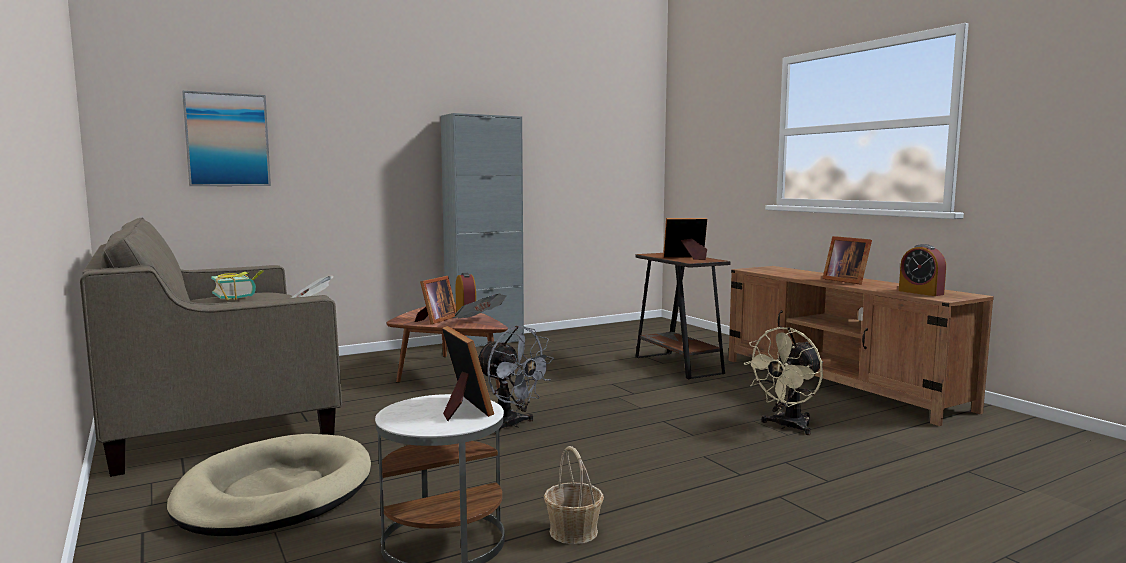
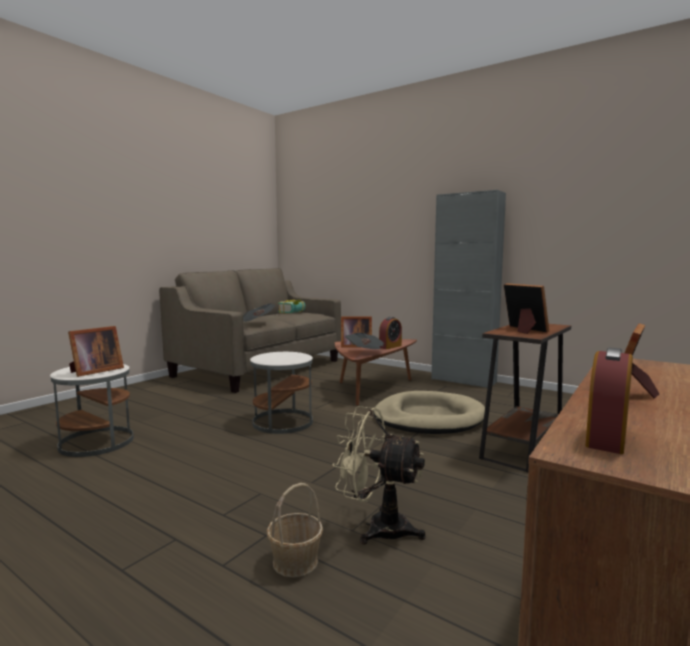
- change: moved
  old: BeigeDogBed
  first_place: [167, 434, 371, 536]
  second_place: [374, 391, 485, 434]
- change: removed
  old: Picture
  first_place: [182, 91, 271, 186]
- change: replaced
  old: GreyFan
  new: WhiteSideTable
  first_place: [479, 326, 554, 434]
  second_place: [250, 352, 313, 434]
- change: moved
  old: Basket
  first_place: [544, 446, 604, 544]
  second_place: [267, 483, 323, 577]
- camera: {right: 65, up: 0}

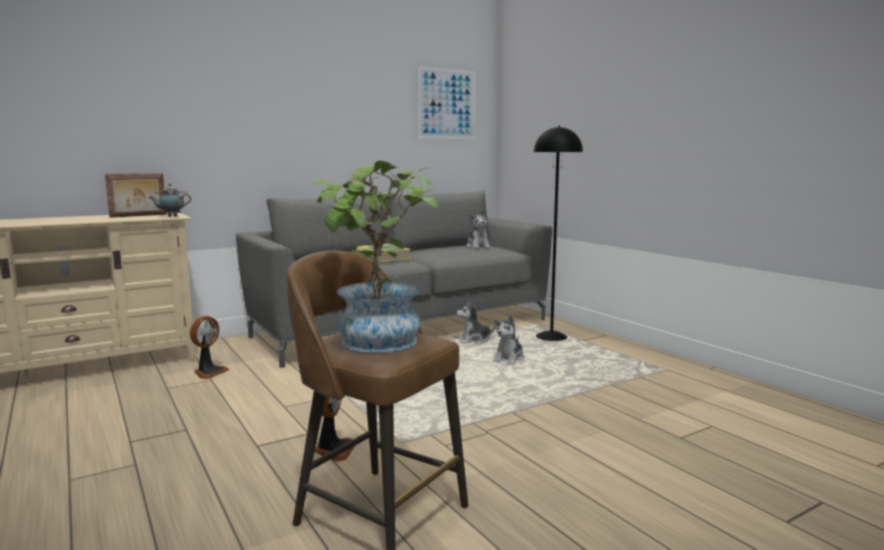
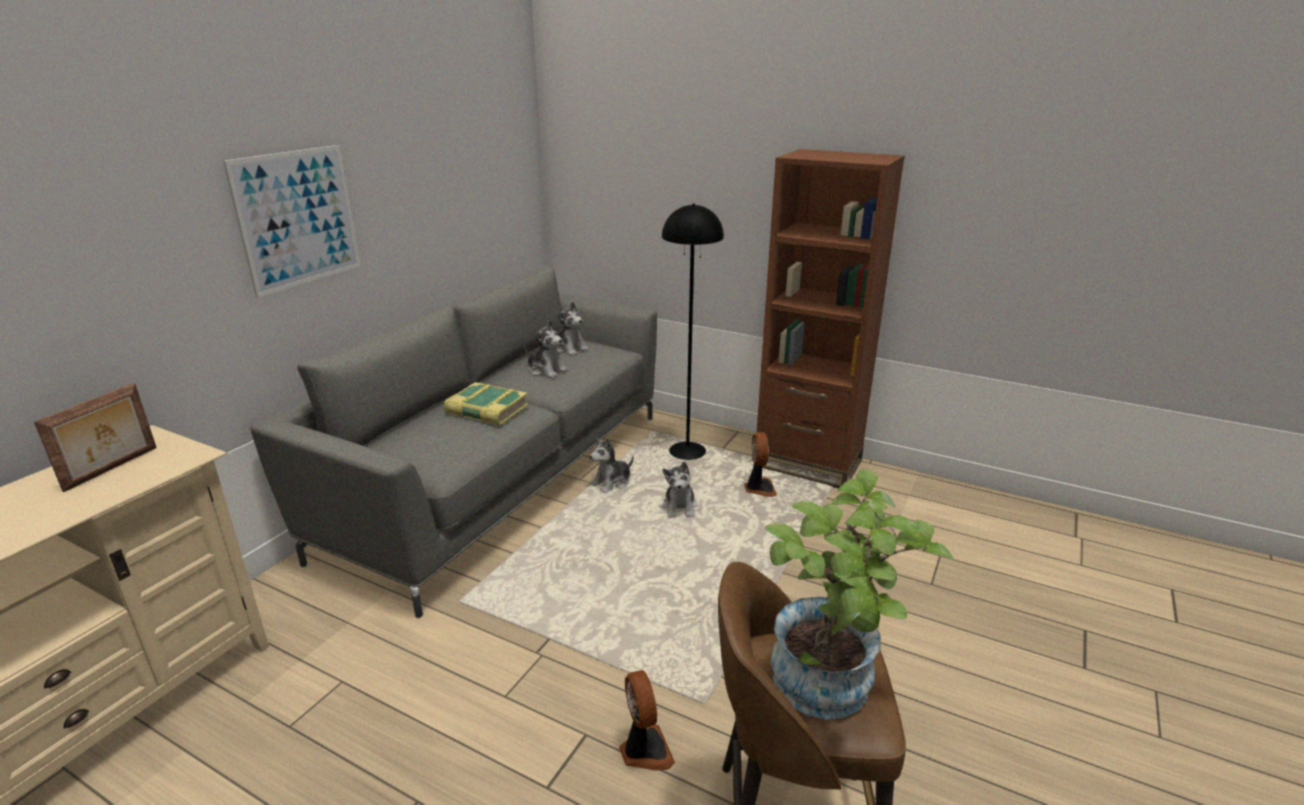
- change: removed
  old: Teapot
  first_place: [149, 184, 191, 217]
- change: moved
  old: Fan
  first_place: [190, 316, 229, 379]
  second_place: [744, 432, 777, 497]
- change: moved
  old: Picture
  first_place: [417, 66, 475, 139]
  second_place: [223, 145, 361, 298]
- change: added
  new: PlushToy
  second_place: [524, 320, 568, 378]
- change: added
  new: BrownBookcase
  second_place: [754, 149, 905, 489]
- camera: {right: -30, up: 15}

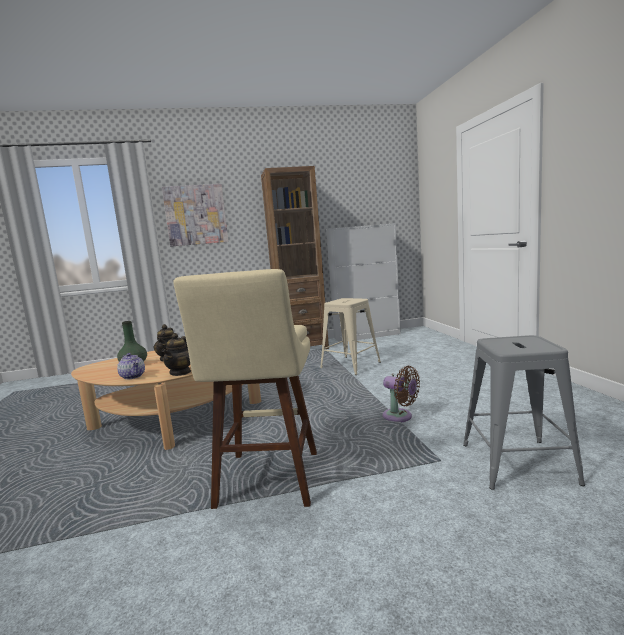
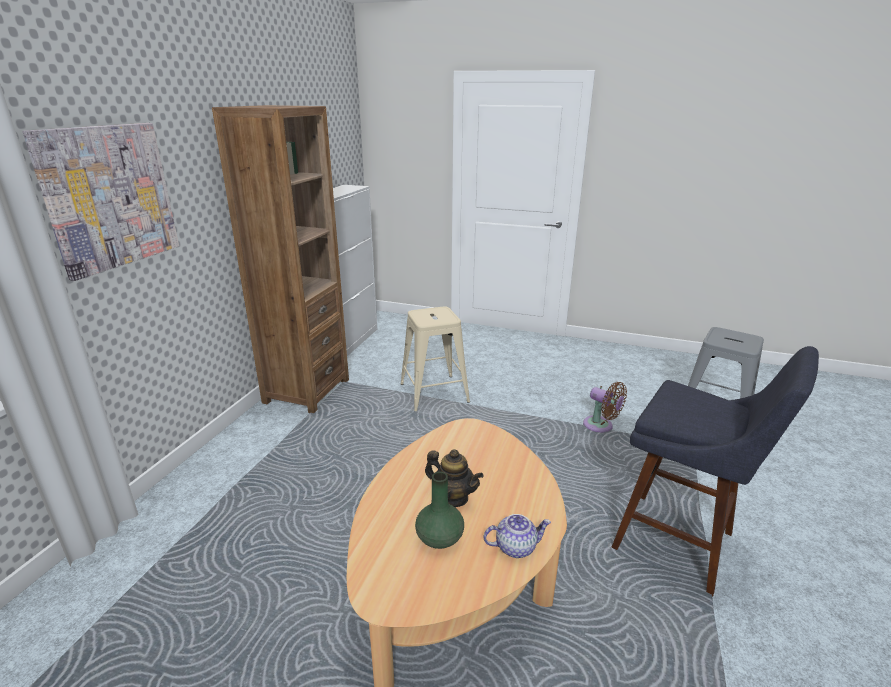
- change: removed
  old: Teapot
  first_place: [162, 333, 191, 376]
- change: recoloured
  old: BeigeStool
  new: BlueStool
  first_place: [173, 269, 317, 509]
  second_place: [611, 346, 819, 596]
- change: turned
  old: BrownFan
  first_place: [382, 366, 420, 422]
  second_place: [583, 382, 627, 432]
  degrees: 60
- camera: {right: -60, up: 15}

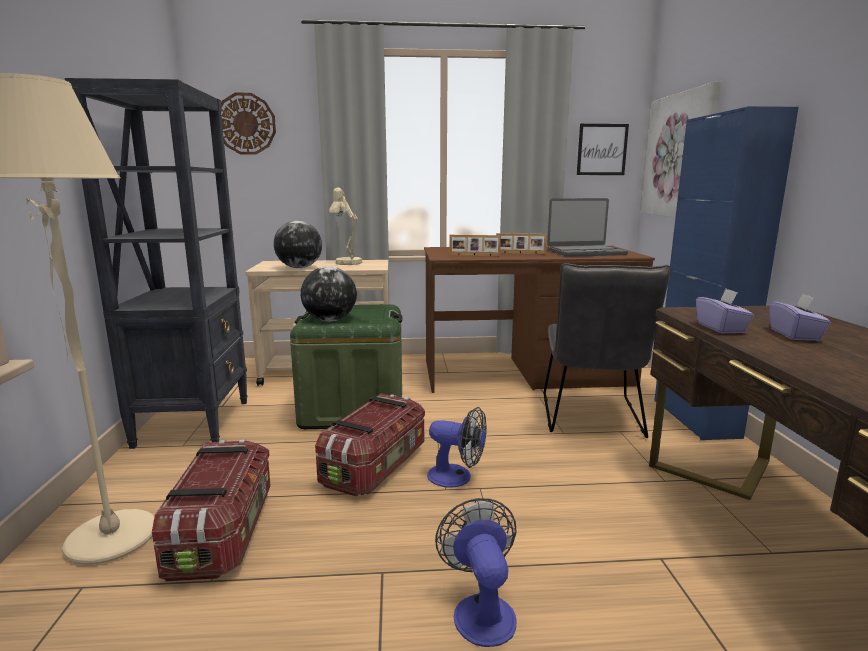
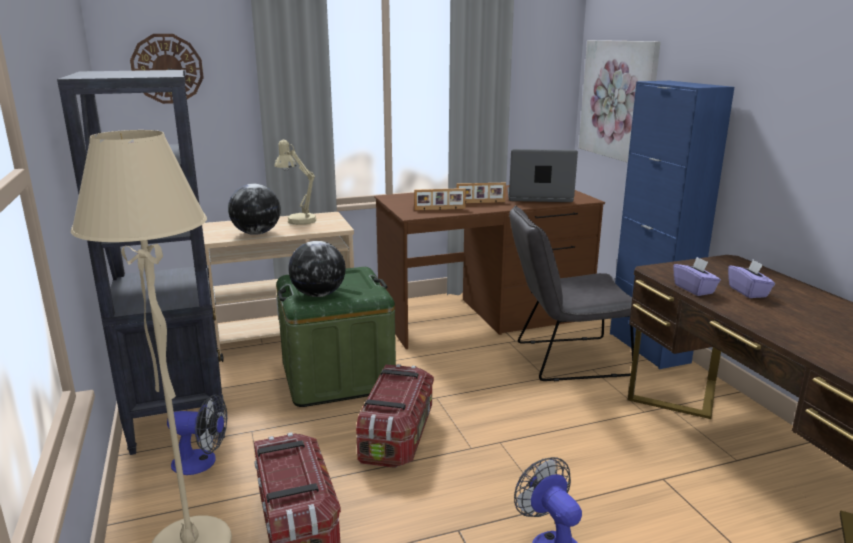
- change: moved
  old: Fan
  first_place: [427, 407, 487, 488]
  second_place: [167, 394, 227, 475]
- change: turned
  old: GreyChair
  first_place: [543, 263, 672, 438]
  second_place: [509, 205, 634, 381]
  degrees: 90
- change: turned
  old: Laptop
  first_place: [547, 198, 628, 257]
  second_place: [507, 149, 578, 202]
  degrees: -150
- change: removed
  old: Picture
  first_place: [577, 124, 629, 175]
- camera: {right: -15, up: 5}

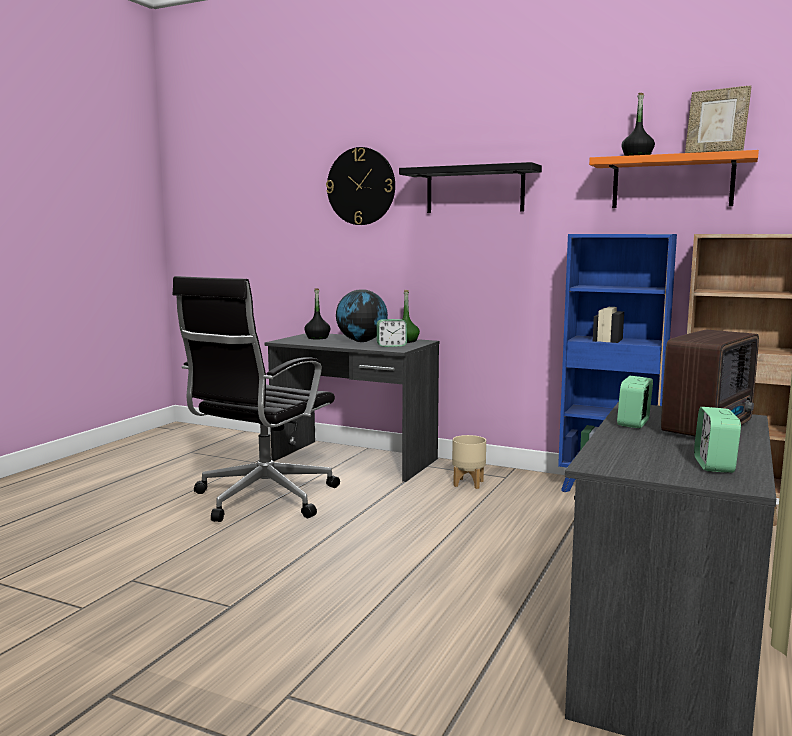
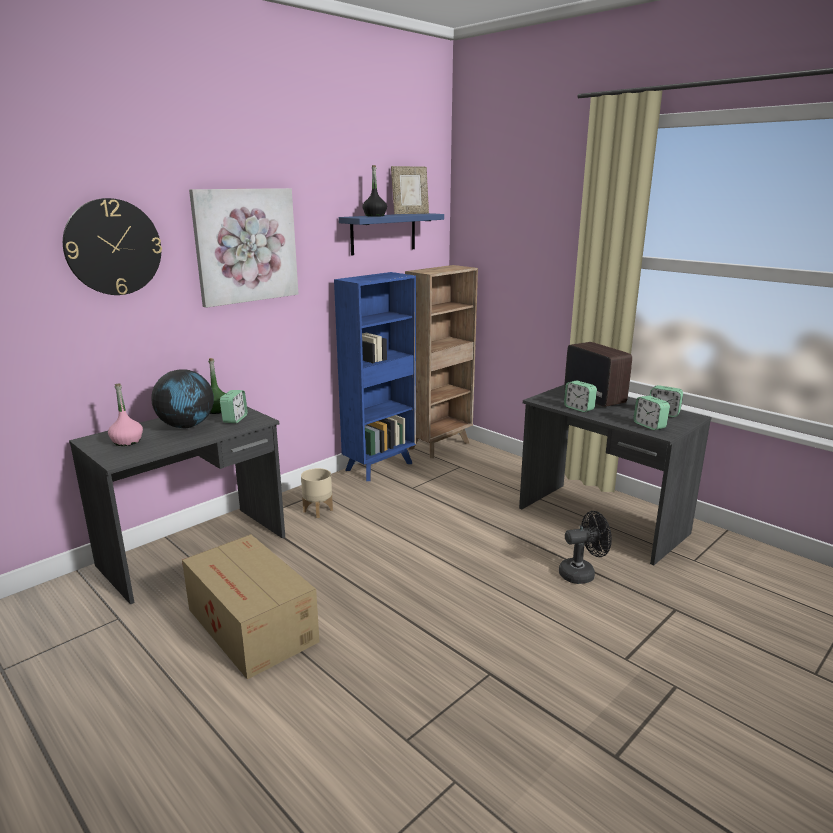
- change: replaced
  old: BlackOfficeChair
  new: CardboardBox
  first_place: [172, 276, 340, 522]
  second_place: [182, 534, 320, 680]
- change: recoloured
  old: BlackBottle
  new: PinkBottle
  first_place: [304, 288, 331, 339]
  second_place: [108, 383, 143, 446]
- change: replaced
  old: BlackShelf
  new: Picture
  first_place: [399, 162, 542, 213]
  second_place: [189, 188, 298, 308]
- change: recoloured
  old: OrangeShelf
  new: BlueShelf
  first_place: [589, 150, 759, 208]
  second_place: [339, 213, 444, 256]
- change: added
  new: BlackFan
  second_place: [559, 511, 612, 584]
- change: added
  new: AlarmClock
  second_place: [633, 396, 670, 430]
- camera: {right: -70, up: 10}

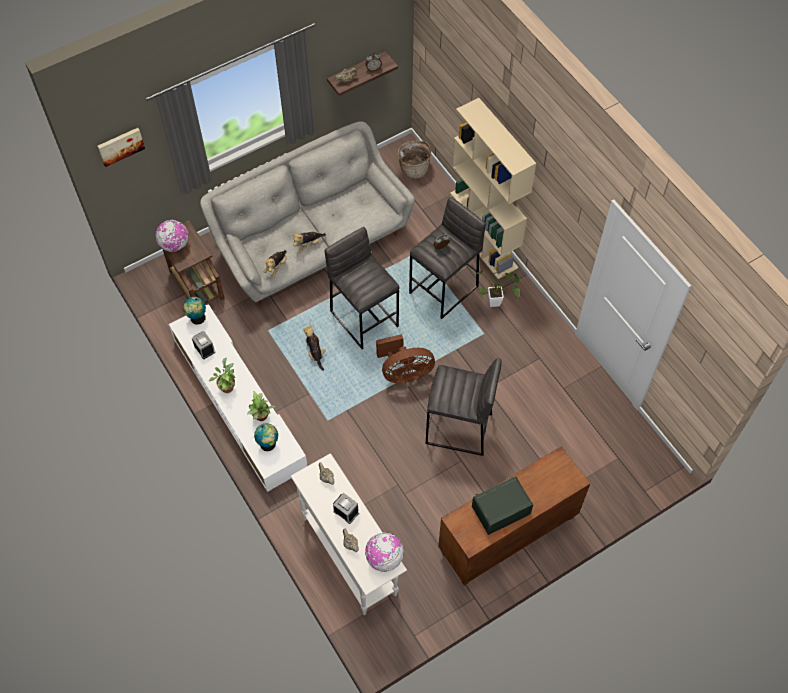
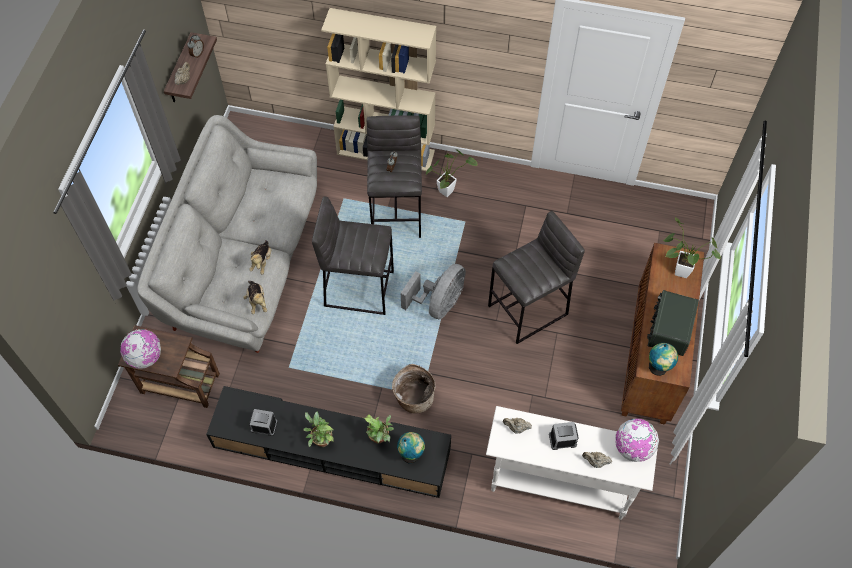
- change: removed
  old: Picture
  first_place: [98, 128, 145, 167]
- change: recoloured
  old: WhiteTvStand
  new: BlackTvStand
  first_place: [169, 304, 308, 492]
  second_place: [206, 386, 451, 498]
- change: moved
  old: Globe
  first_place: [183, 297, 206, 325]
  second_place: [649, 343, 678, 376]
- change: removed
  old: PlushToy
  first_place: [303, 324, 326, 371]
- change: recoloured
  old: BrownFan
  new: GreyFan
  first_place: [376, 334, 435, 383]
  second_place: [401, 264, 466, 319]
- change: moved
  old: Basket
  first_place: [398, 140, 431, 179]
  second_place: [392, 364, 436, 413]
- change: added
  new: PottedPlant
  second_place: [663, 217, 721, 278]
- camera: {right: -45, up: 0}

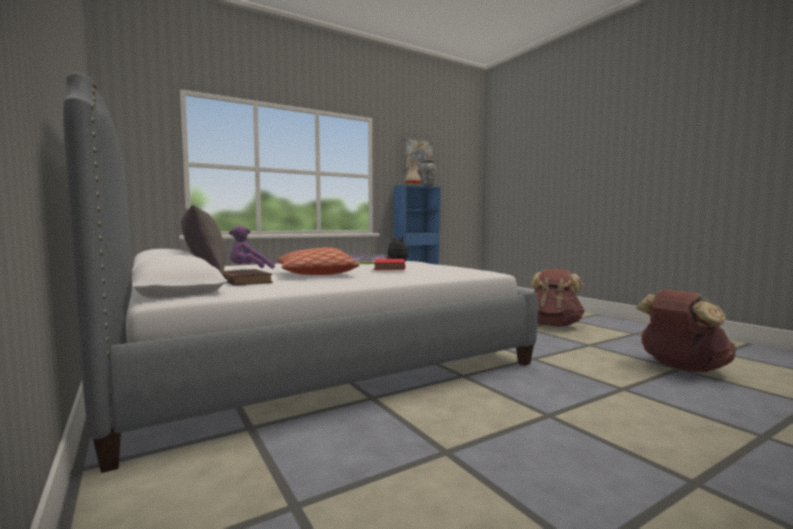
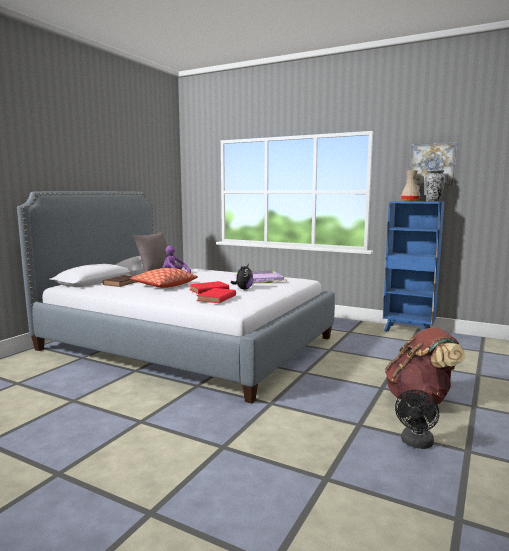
- change: removed
  old: BrownBackpack
  first_place: [636, 289, 736, 372]
- change: added
  new: RedBook
  second_place: [197, 288, 236, 303]
- change: added
  new: BlackFan
  second_place: [395, 390, 439, 449]
- camera: {right: 60, up: 5}

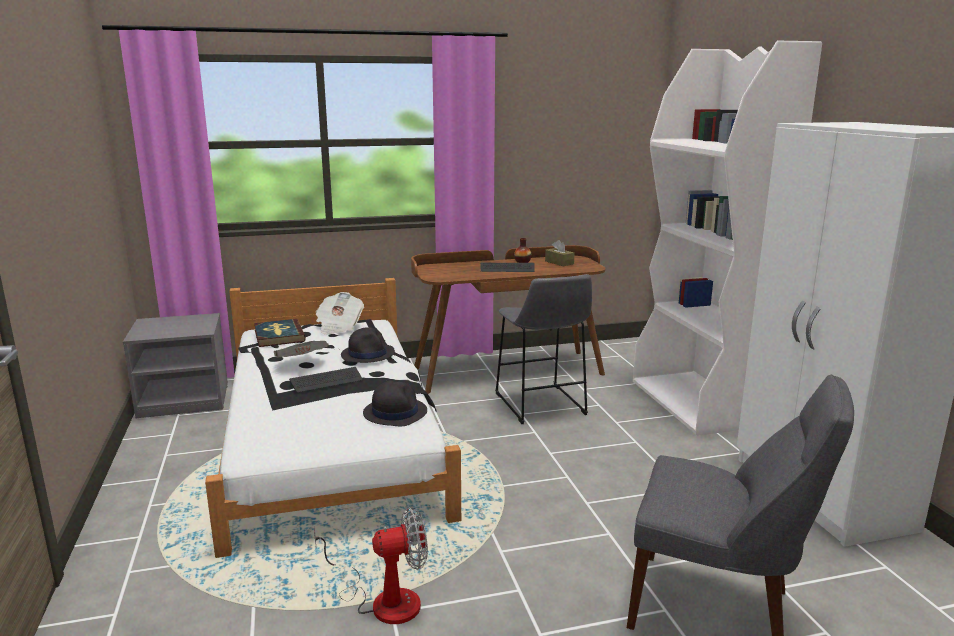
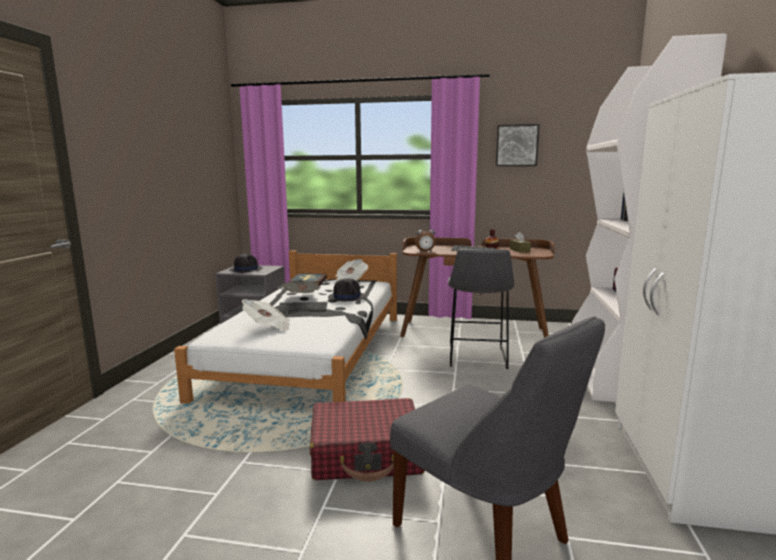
- change: removed
  old: Fan
  first_place: [314, 507, 428, 624]
- change: moved
  old: BlackHat
  first_place: [363, 381, 427, 426]
  second_place: [230, 254, 263, 273]
- change: added
  new: Newspaper
  second_place: [242, 299, 290, 331]
- change: added
  new: RedSuitcase
  second_place: [310, 398, 425, 482]
- change: added
  new: AlarmClock
  second_place: [415, 224, 436, 252]
- change: added
  new: Picture
  second_place: [496, 124, 540, 166]
- camera: {right: 25, up: -5}

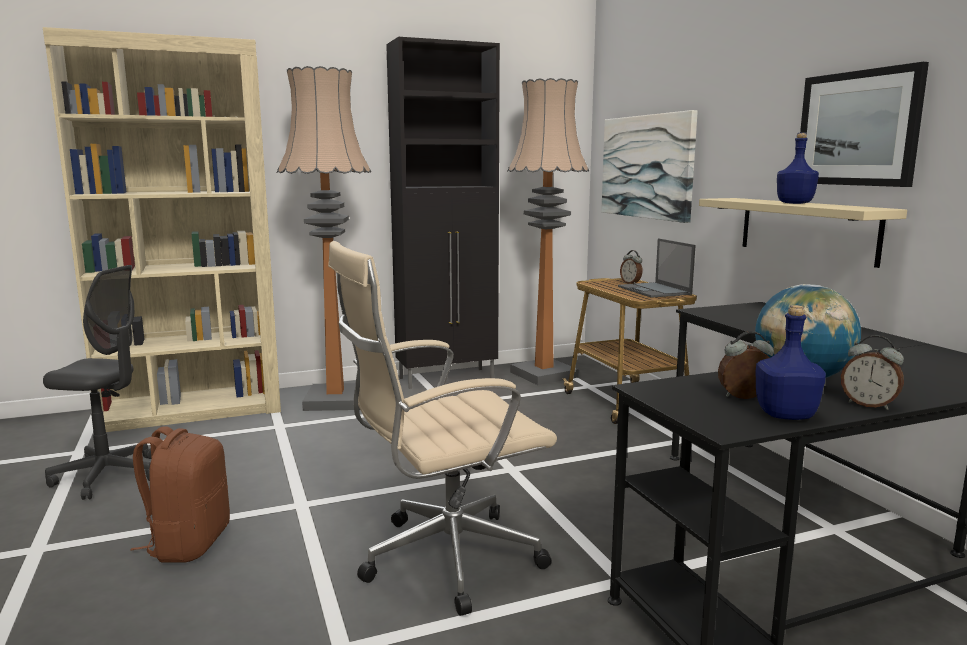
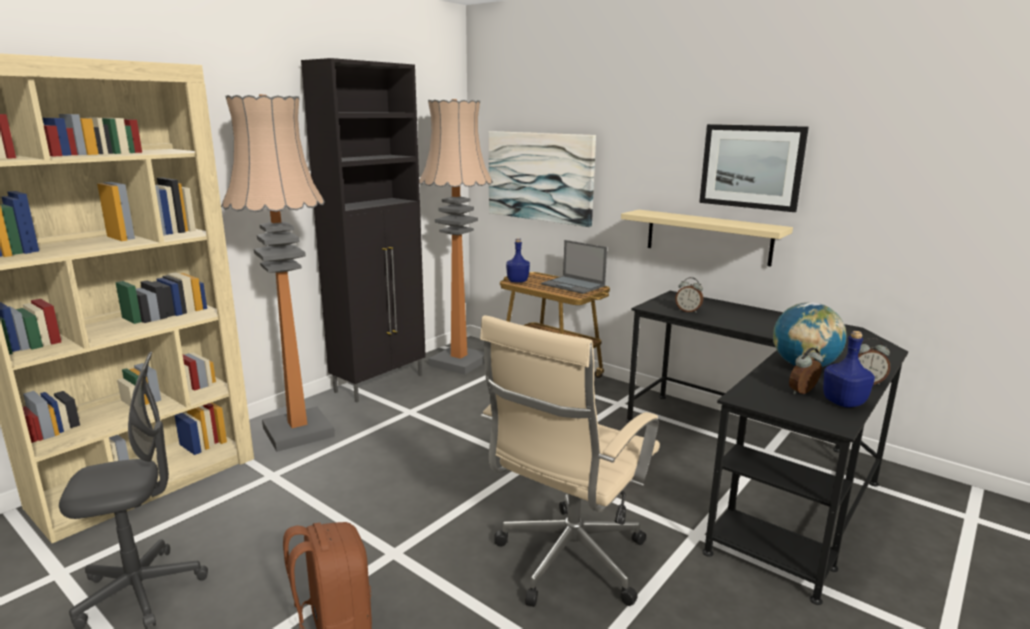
- change: moved
  old: AlarmClock
  first_place: [620, 250, 643, 284]
  second_place: [675, 277, 703, 313]
- change: moved
  old: BlueBottle
  first_place: [777, 133, 819, 204]
  second_place: [506, 238, 530, 283]
- camera: {right: -30, up: 5}

